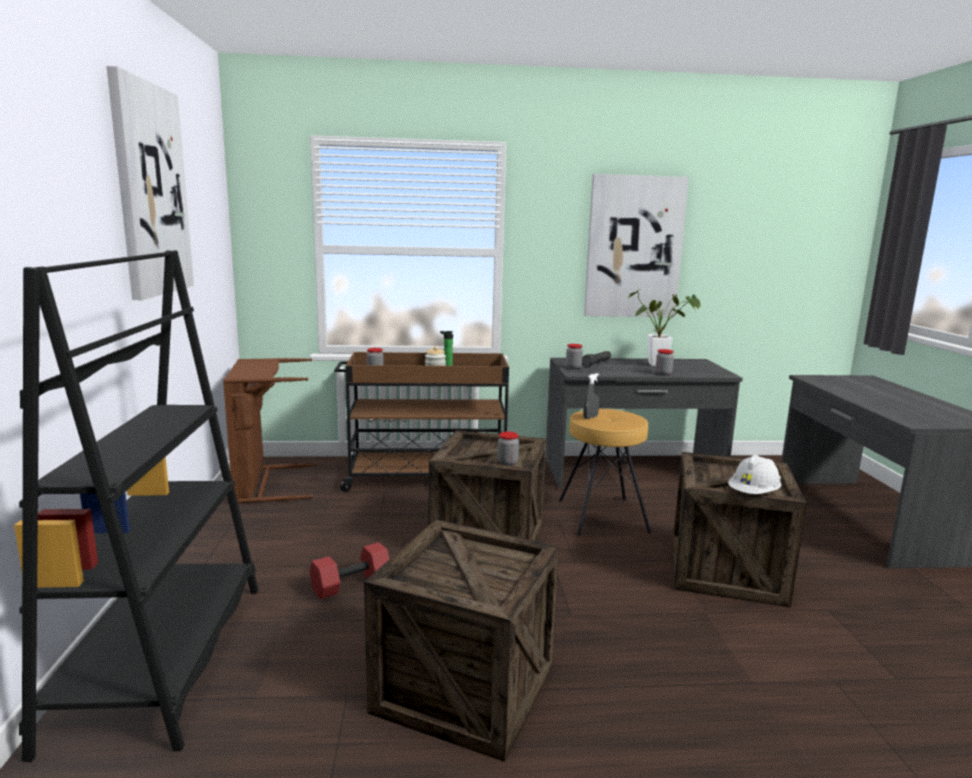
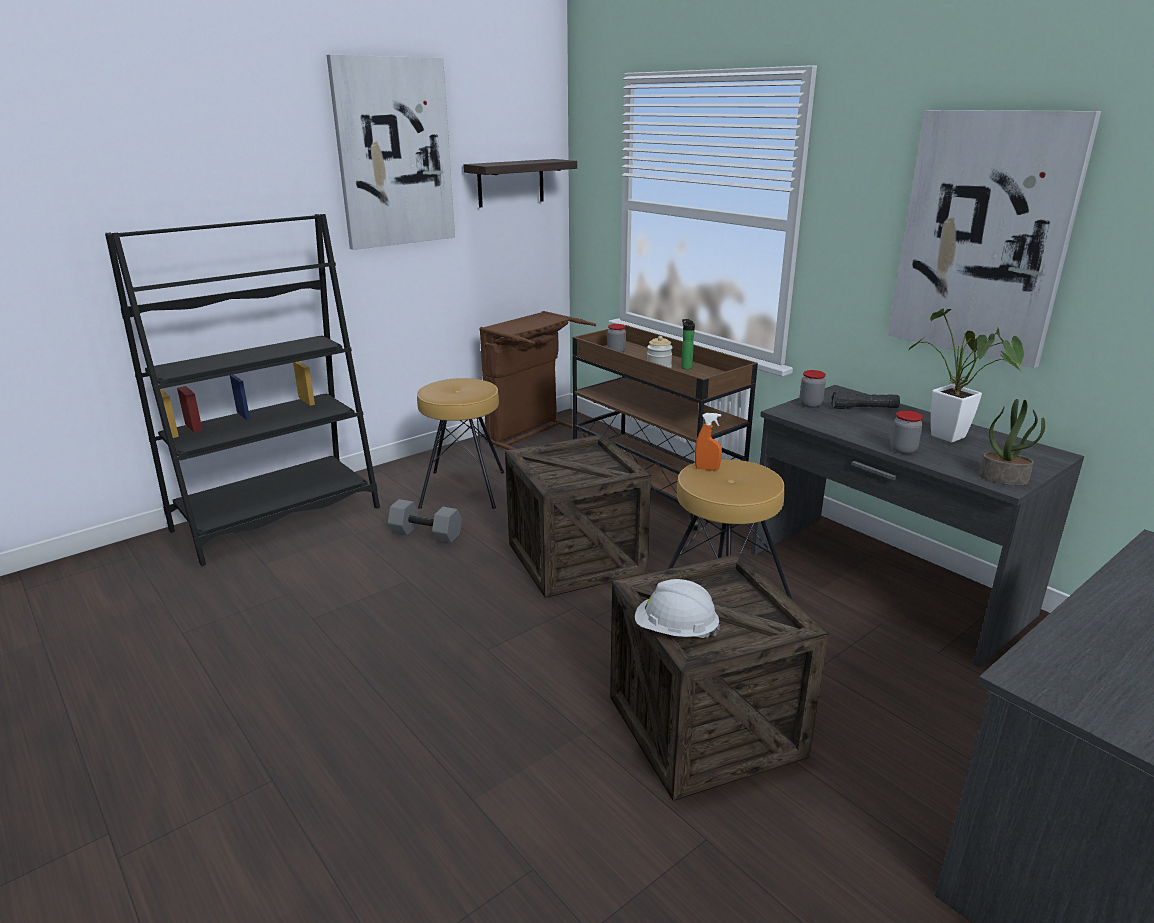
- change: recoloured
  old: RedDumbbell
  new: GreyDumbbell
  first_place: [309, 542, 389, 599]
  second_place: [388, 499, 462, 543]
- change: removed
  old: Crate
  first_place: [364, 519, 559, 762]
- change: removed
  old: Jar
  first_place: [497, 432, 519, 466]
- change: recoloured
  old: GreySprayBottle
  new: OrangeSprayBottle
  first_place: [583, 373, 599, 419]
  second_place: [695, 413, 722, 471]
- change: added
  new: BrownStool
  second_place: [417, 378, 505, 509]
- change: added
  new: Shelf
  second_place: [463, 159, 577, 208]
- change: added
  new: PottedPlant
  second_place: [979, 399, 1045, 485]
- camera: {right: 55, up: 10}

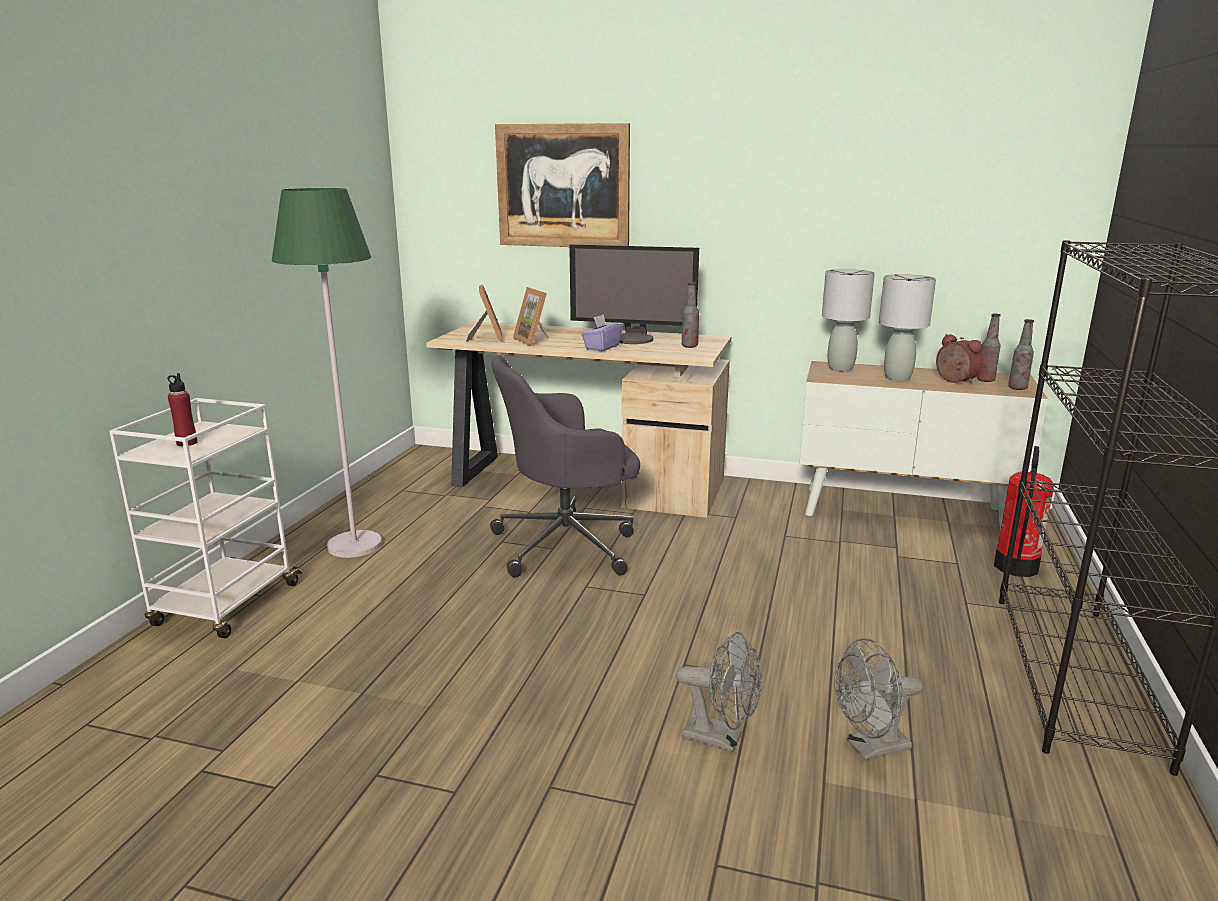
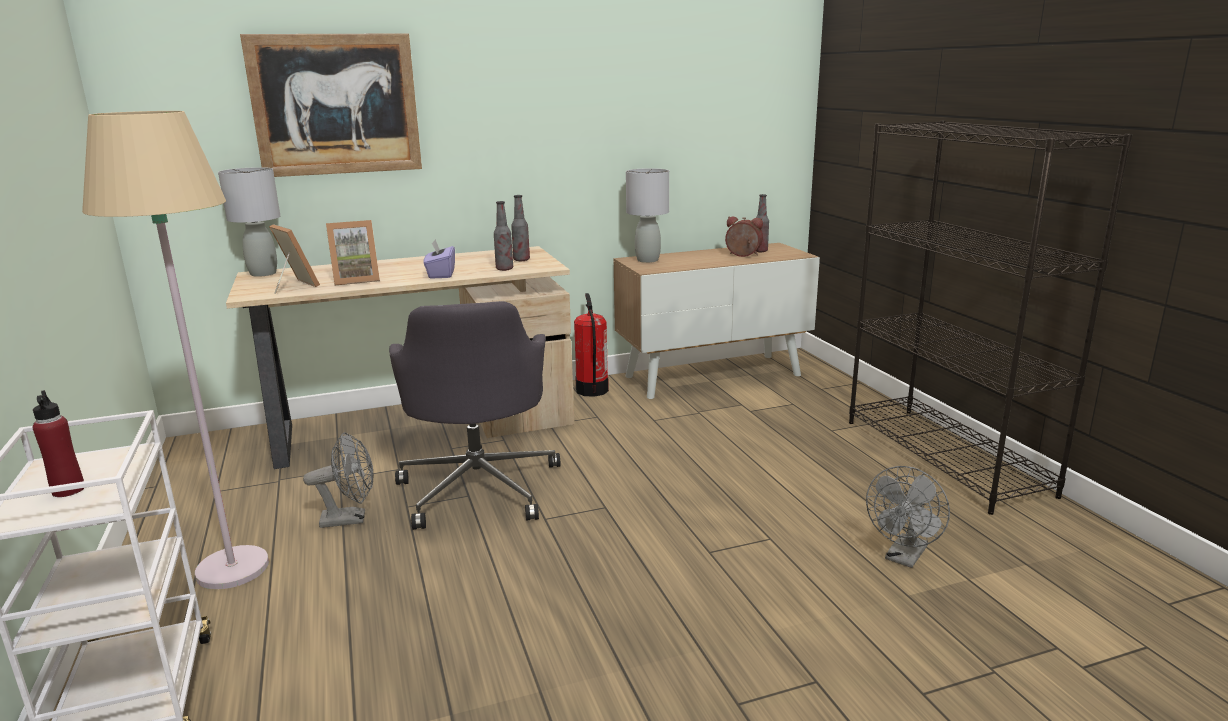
- change: recoloured
  old: GreenFloorLamp
  new: BeigeFloorLamp
  first_place: [272, 188, 382, 558]
  second_place: [82, 111, 269, 589]
- change: turned
  old: GreyOfficeChair
  first_place: [490, 355, 640, 578]
  second_place: [389, 301, 561, 530]
  degrees: -45
- change: turned
  old: PictureFrame
  first_place: [513, 287, 549, 346]
  second_place: [326, 220, 380, 286]
  degrees: -45
- change: removed
  old: Monitor
  first_place: [569, 244, 699, 344]
- change: moved
  old: GreyFan
  first_place: [676, 632, 762, 752]
  second_place: [303, 432, 374, 528]
- change: moved
  old: GreyTableLamp
  first_place: [879, 274, 936, 381]
  second_place: [218, 167, 280, 277]
- change: moved
  old: FireExtinguisher
  first_place: [994, 446, 1054, 577]
  second_place: [574, 293, 609, 397]
- change: moved
  old: Bottle
  first_place: [1008, 319, 1034, 390]
  second_place: [494, 201, 513, 271]
- camera: {right: -35, up: 0}

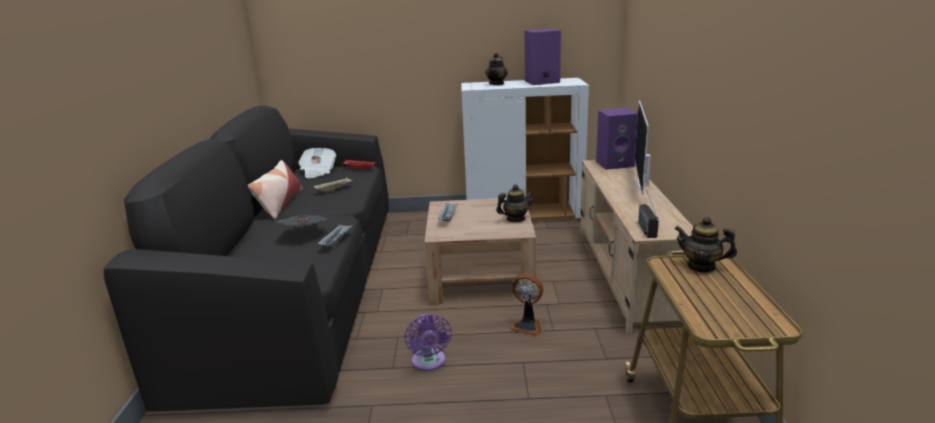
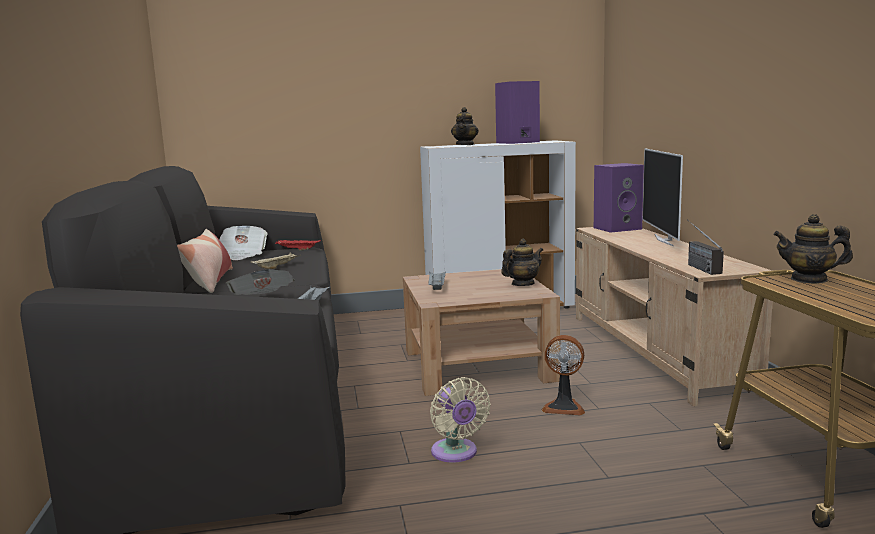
- change: recoloured
  old: PurpleFan
  new: BeigeFan
  first_place: [404, 314, 452, 371]
  second_place: [430, 377, 491, 463]
- camera: {right: -10, up: -10}

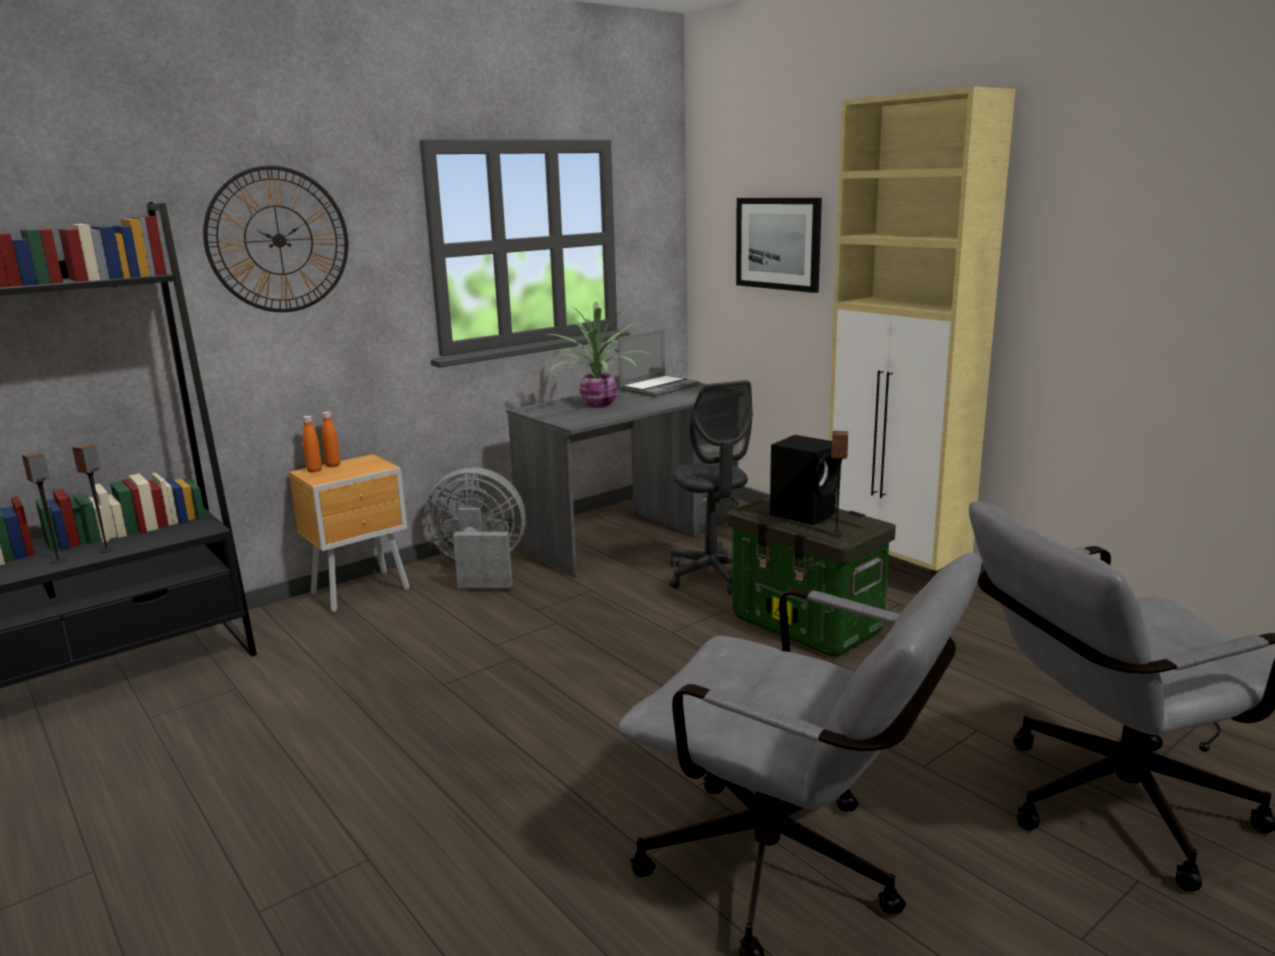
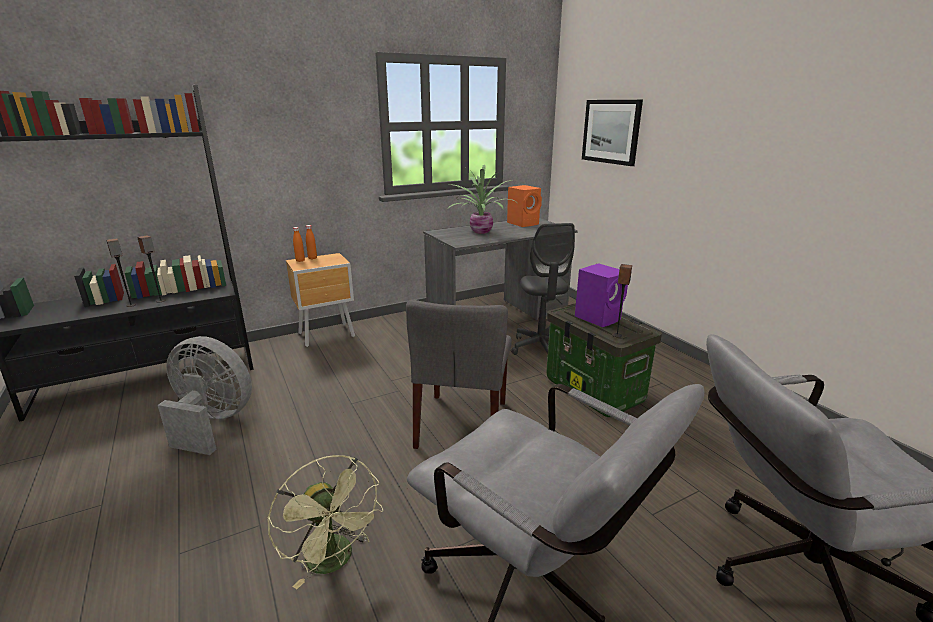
- change: removed
  old: WallClock
  first_place: [203, 165, 348, 312]
- change: moved
  old: GreyFan
  first_place: [425, 467, 526, 588]
  second_place: [157, 336, 252, 455]
- change: replaced
  old: Laptop
  new: OrangeSpeaker
  first_place: [618, 329, 700, 397]
  second_place: [507, 185, 542, 227]
- change: recoloured
  old: BlackSpeaker
  new: PurpleSpeaker
  first_place: [770, 435, 837, 525]
  second_place: [575, 263, 628, 327]
- change: removed
  old: BeigeCabinet
  first_place: [829, 86, 1015, 579]
- change: added
  new: GreenFan
  second_place: [267, 455, 383, 590]
- change: added
  new: GreyChair
  second_place: [406, 299, 512, 449]
- camera: {right: 10, up: 5}

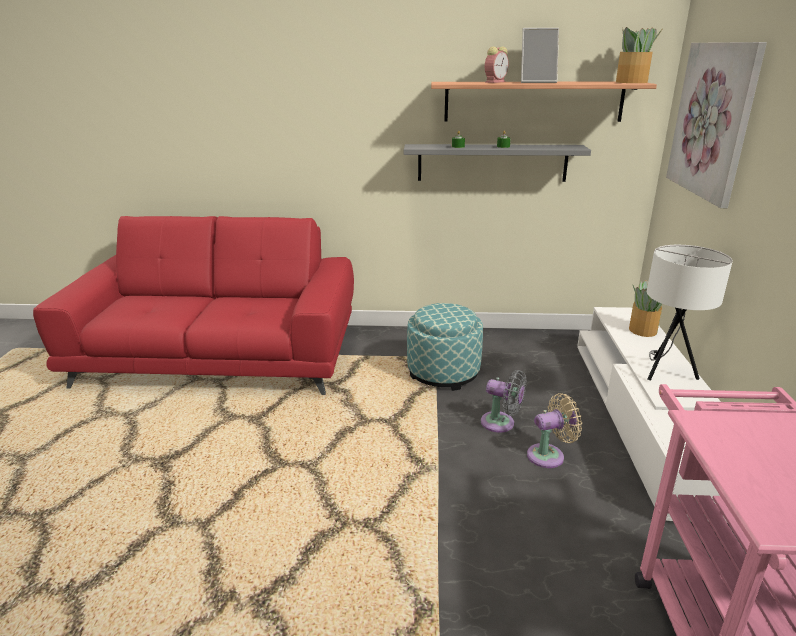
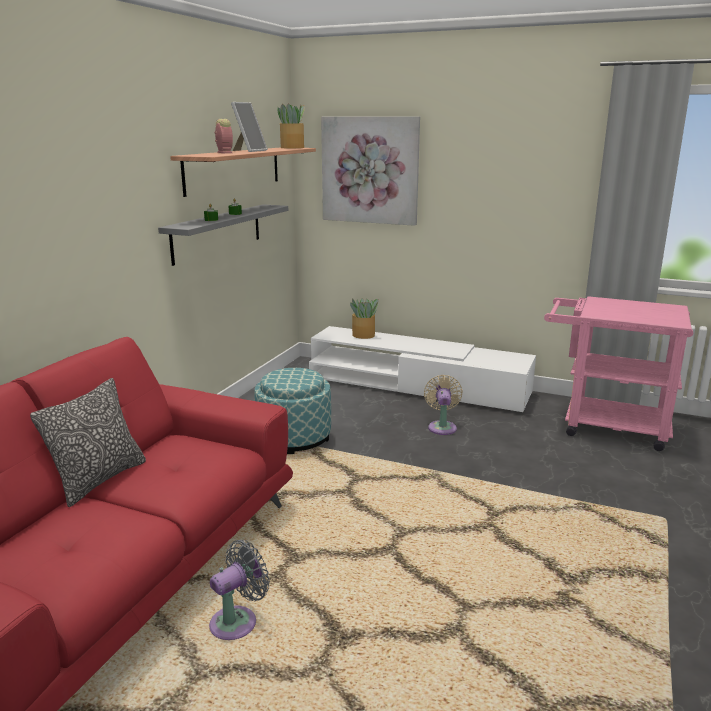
- change: moved
  old: GreyFan
  first_place: [481, 370, 527, 433]
  second_place: [209, 540, 270, 640]
- change: removed
  old: WhiteTableLamp
  first_place: [647, 245, 733, 380]
- change: added
  new: Pillow
  second_place: [30, 378, 146, 507]
- camera: {right: -70, up: -5}

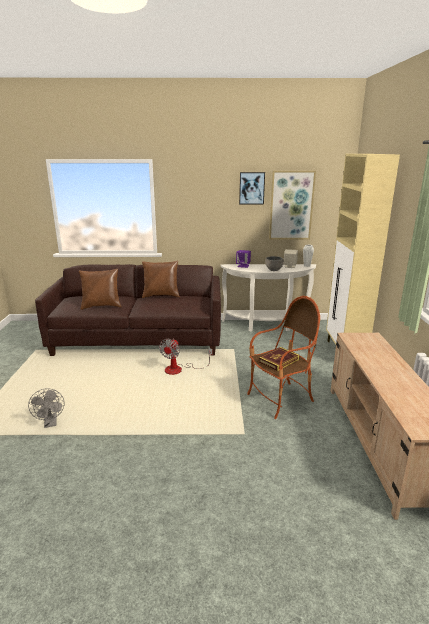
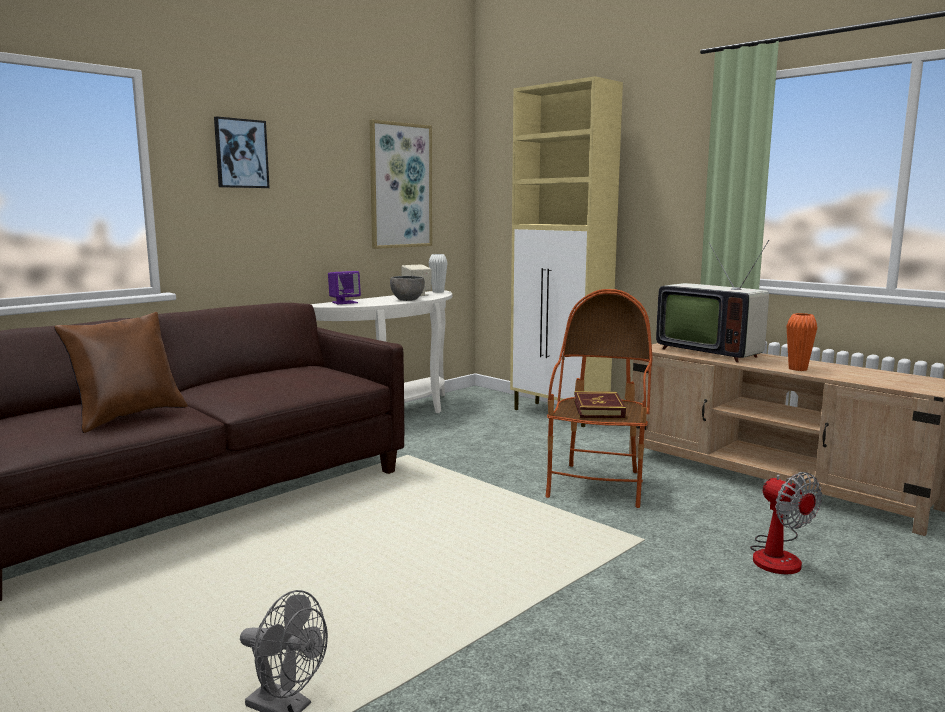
- change: removed
  old: BrownPillow
  first_place: [142, 261, 180, 298]
- change: moved
  old: Fan
  first_place: [159, 339, 213, 375]
  second_place: [750, 472, 822, 574]
- change: moved
  old: Picture
  first_place: [239, 172, 265, 205]
  second_place: [214, 116, 270, 188]
- change: added
  new: Television
  second_place: [656, 240, 769, 362]
- change: added
  new: OrangeVase
  second_place: [787, 313, 817, 371]
- camera: {right: -45, up: -10}

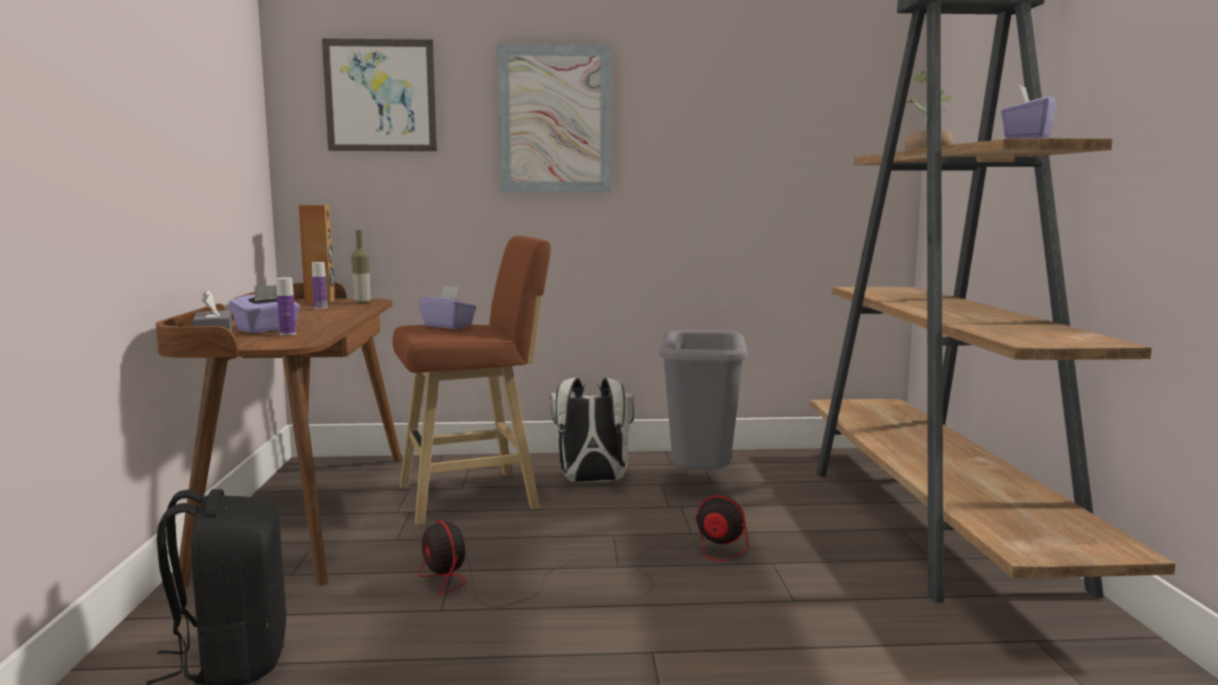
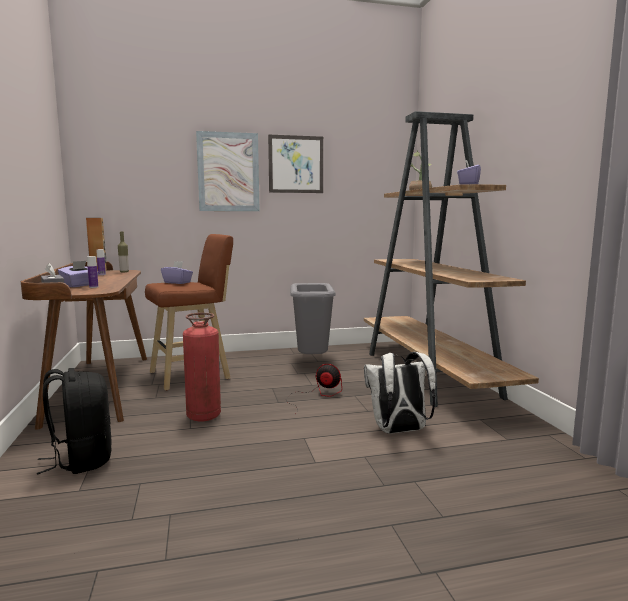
- change: moved
  old: Picture
  first_place: [322, 38, 437, 151]
  second_place: [268, 135, 323, 193]
- change: replaced
  old: Fan
  new: FireExtinguisher
  first_place: [419, 520, 568, 608]
  second_place: [183, 312, 221, 422]
- change: moved
  old: WhiteBackpack
  first_place: [550, 378, 634, 482]
  second_place: [364, 352, 436, 434]
- camera: {right: -10, up: 0}

